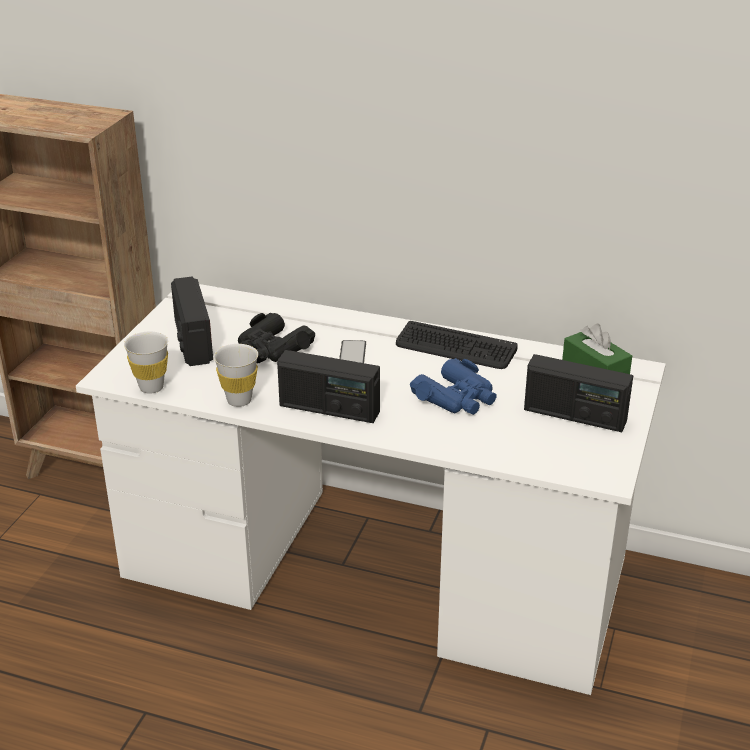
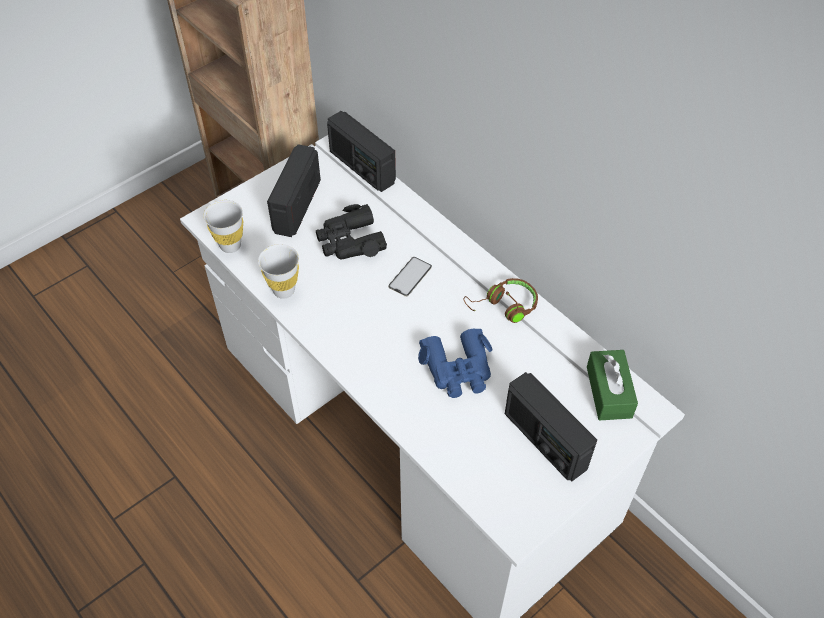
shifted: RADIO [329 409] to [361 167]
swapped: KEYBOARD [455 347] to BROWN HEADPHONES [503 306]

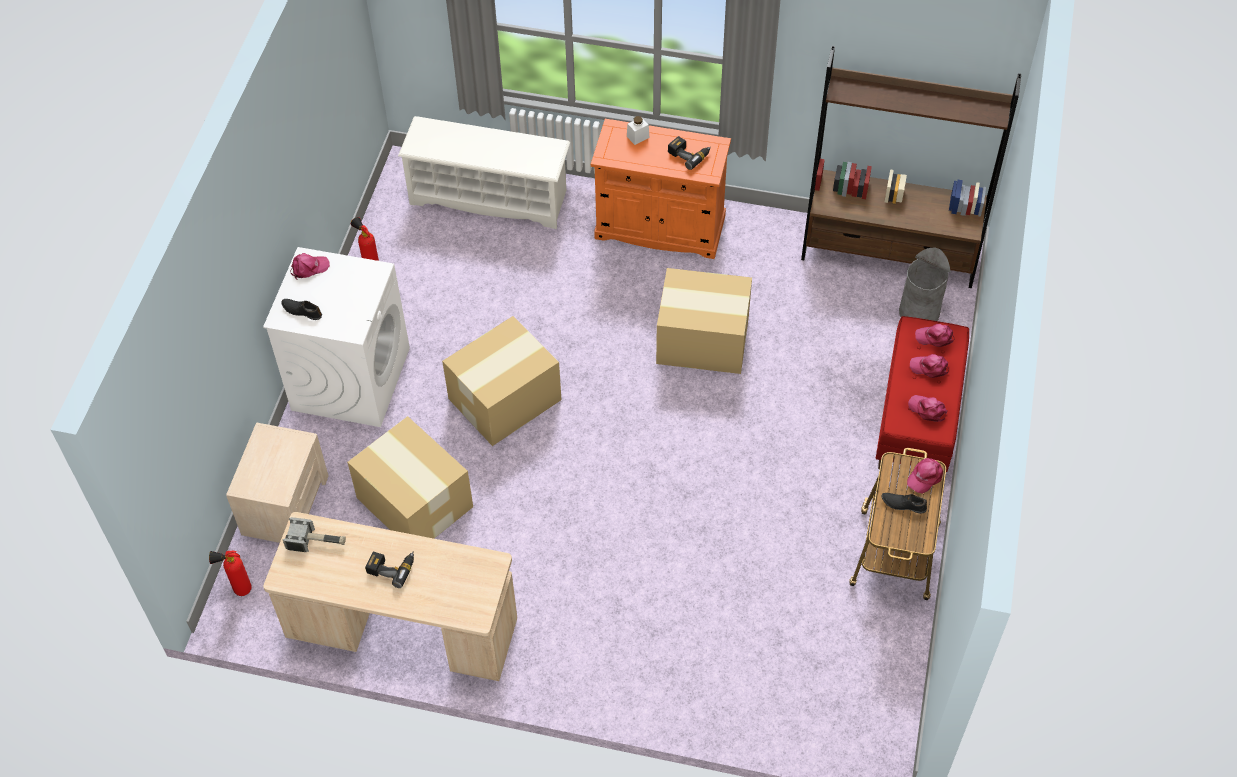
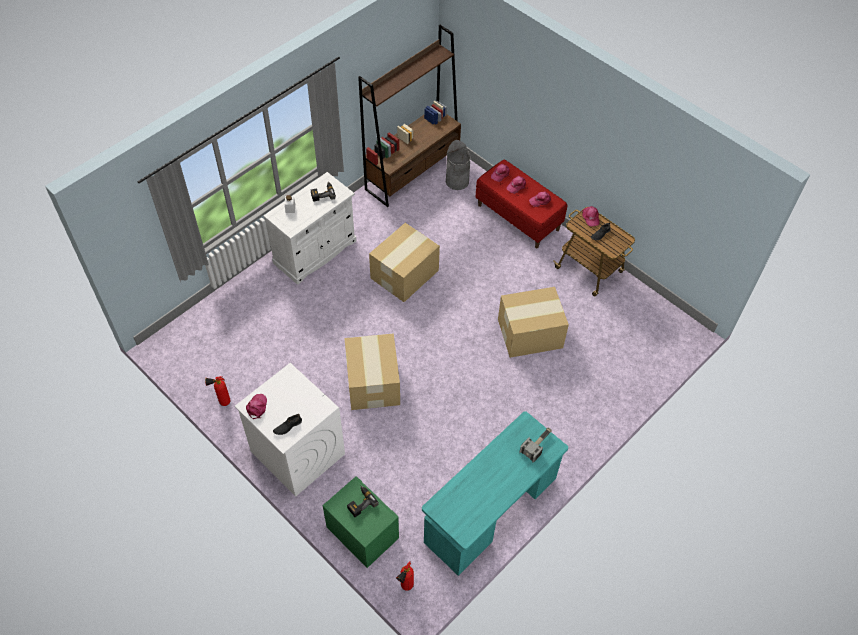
gone: WHITE SHOE RACK [489 197]
shifted: POWER DRILL [392 567] to [360 502]; CARDBOARD BOX [415 503] to [531 334]; HAMMER [317 541] to [537 444]
repainted: ORANGE CABINET [660 227] to WHITE CABINET [315 252]; BEIGE NIGHTSTAND [285 504] to GREEN NIGHTSTAND [362 532]; BEIGE DESK [402 629] to TURQUOISE DESK [491 511]

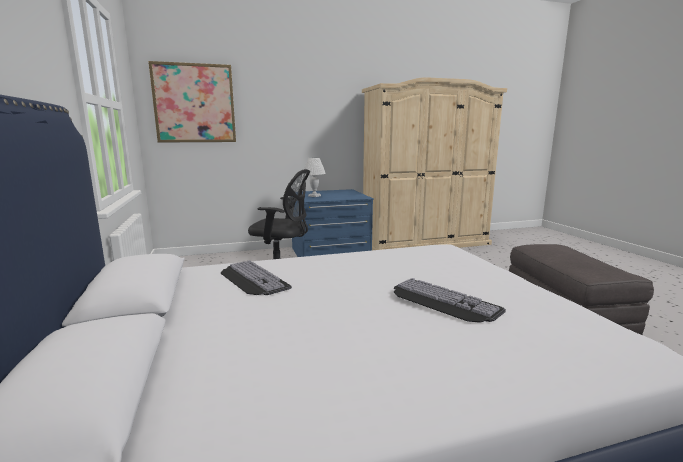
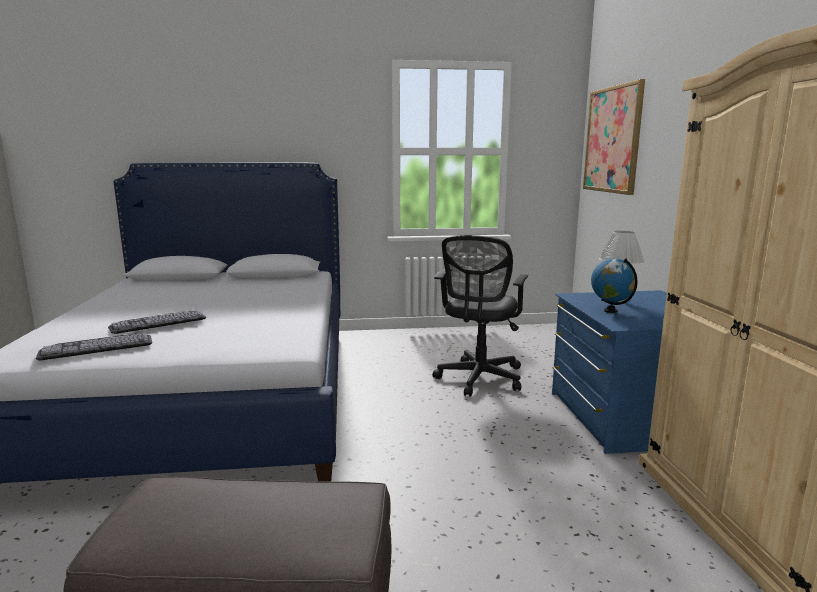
new: GLOBE [611 311]
shifted: KEYBOARD [251 279] to [98 345]

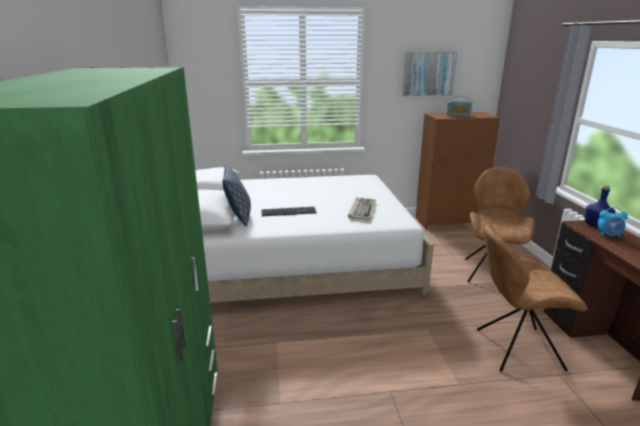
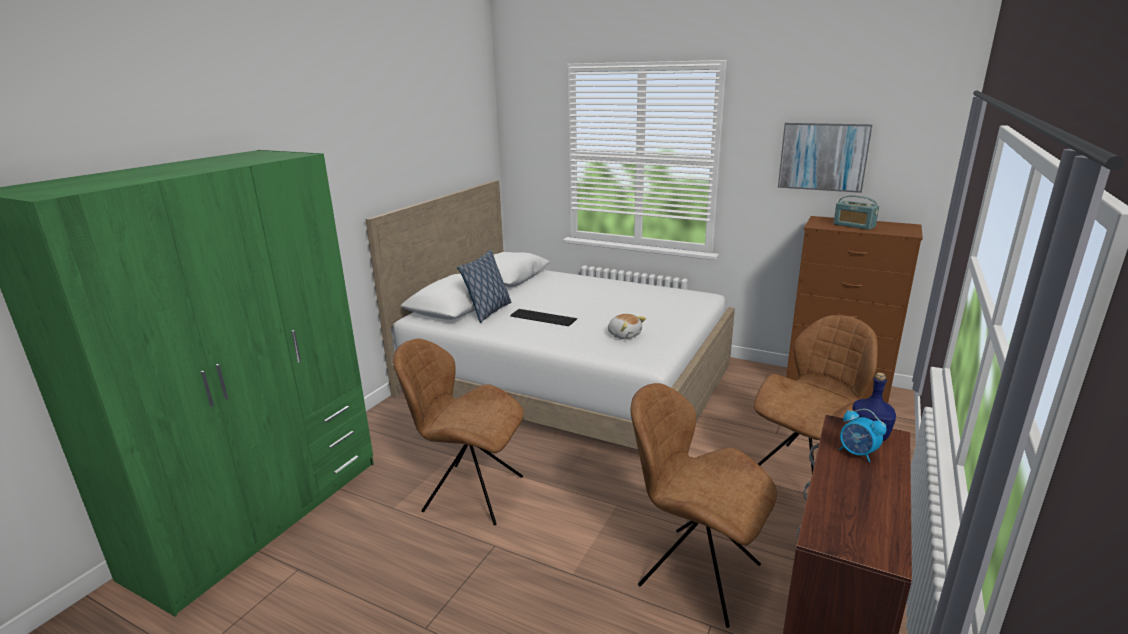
new: BROWN CHAIR [470 493]
swapped: KEYBOARD [362 210] to PLUSH TOY [624 335]

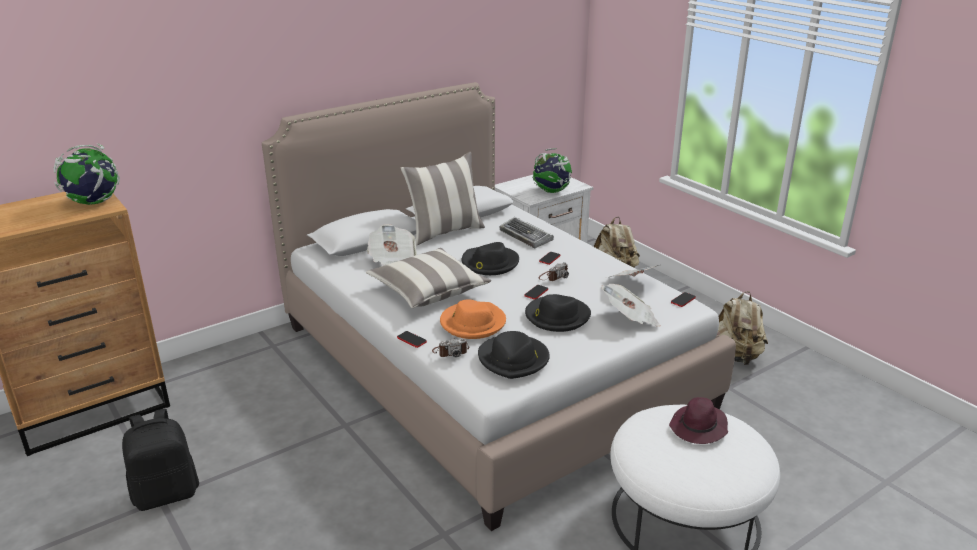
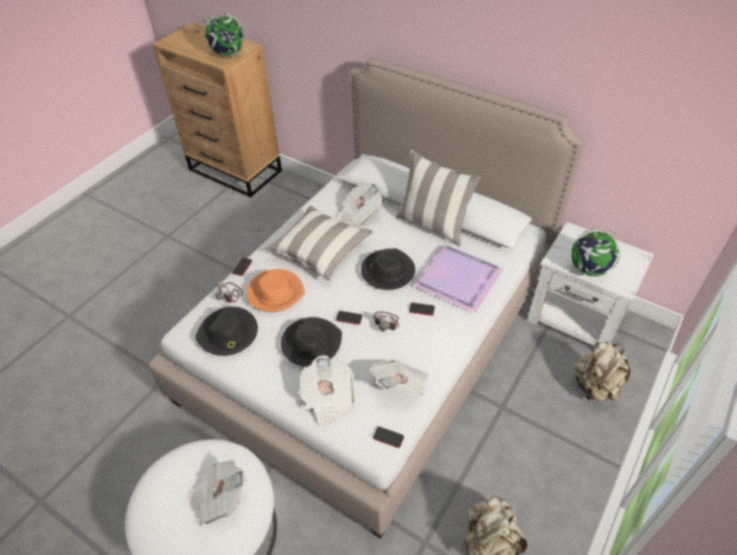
gone: BLACK BACKPACK [166 493]
swapped: PURPLE HAT [698 428] to NEWSPAPER [219 499]; KEYBOARD [526 237] to PURPLE TRAY [459 280]

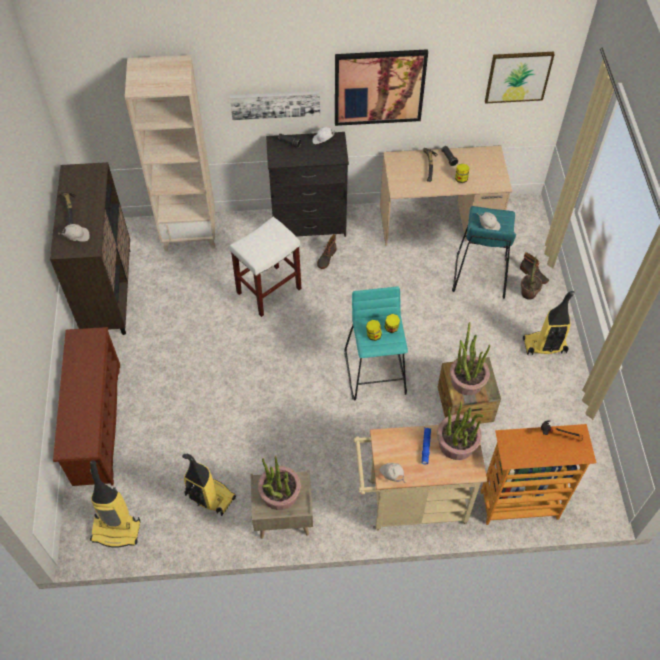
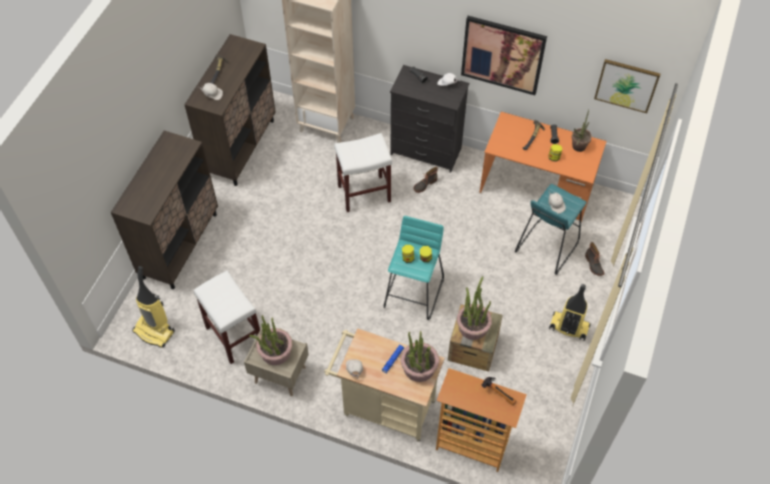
gone: PICTURE [275 104]
shifted: POTTED PLANT [528 296] to [577 148]
swapped: BROWN SHOE RACK [96 423] to BROWN CABINET [180 245]; VACUUM CLEANER [209 497] to WHITE STOOL [233 335]
repainted: BEIGE DESK [438 222] to ORANGE DESK [536 189]

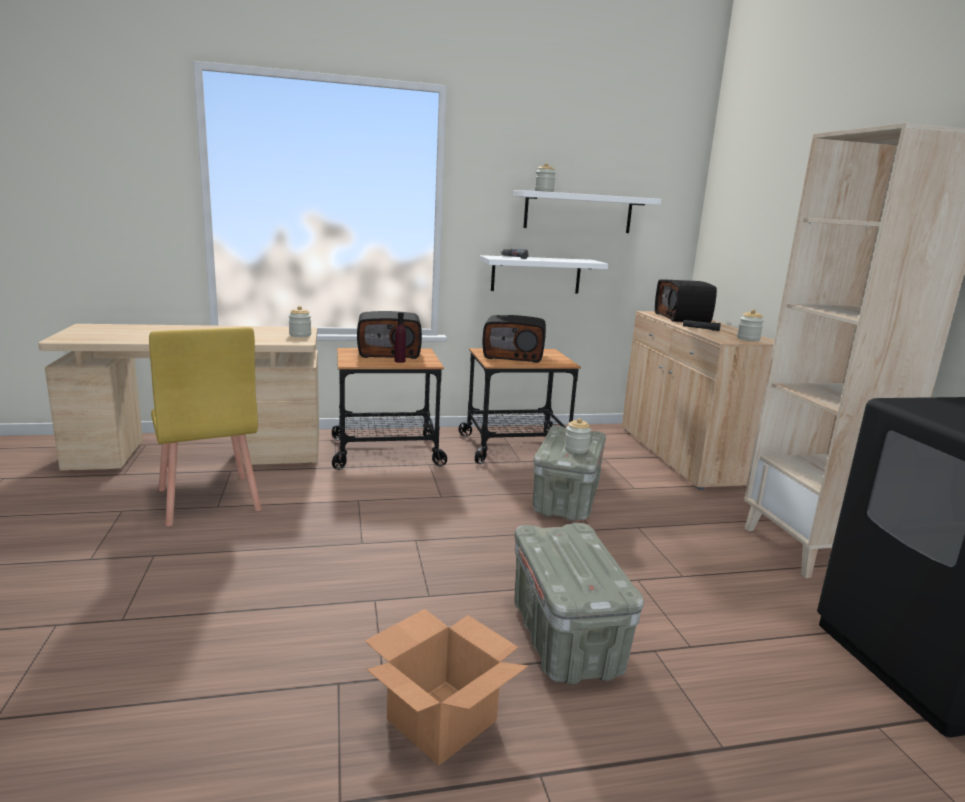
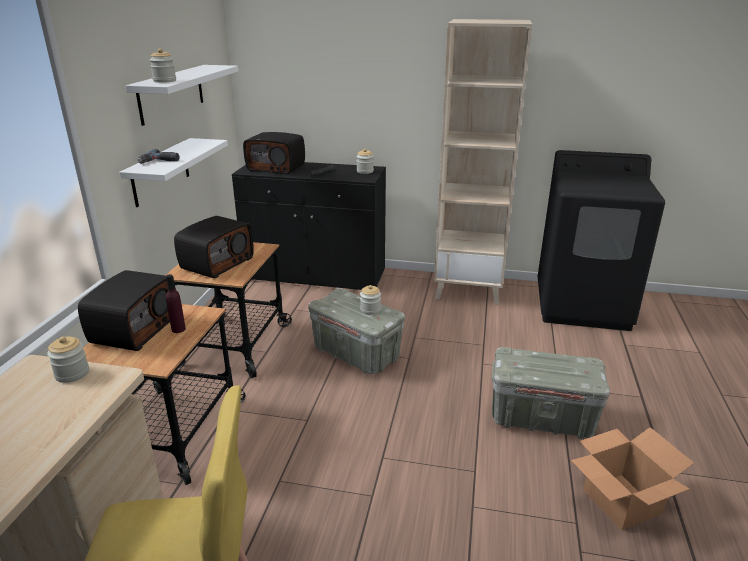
repainted: BEIGE CABINET [682 455] to BLACK CABINET [315 275]

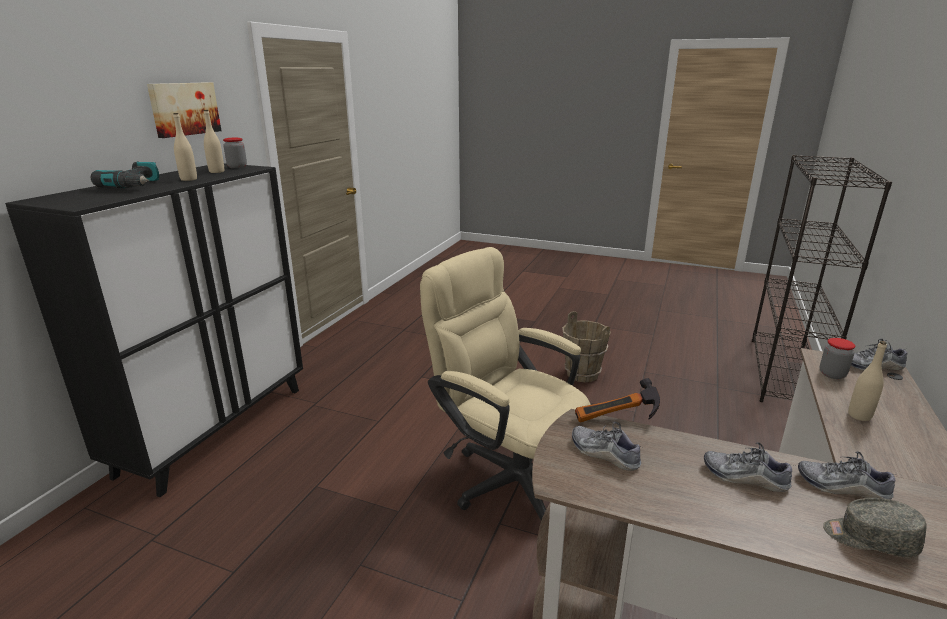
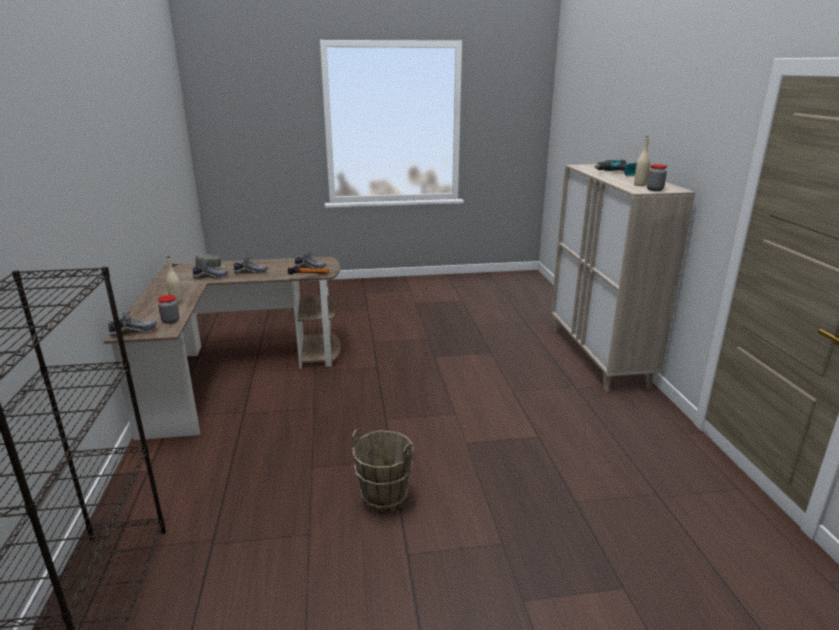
gone: PICTURE [184 109]; BEIGE BOTTLE [188 179]; BEIGE OFFICE CHAIR [507 476]
repainted: BLACK CABINET [215 429] to BEIGE CABINET [598 356]

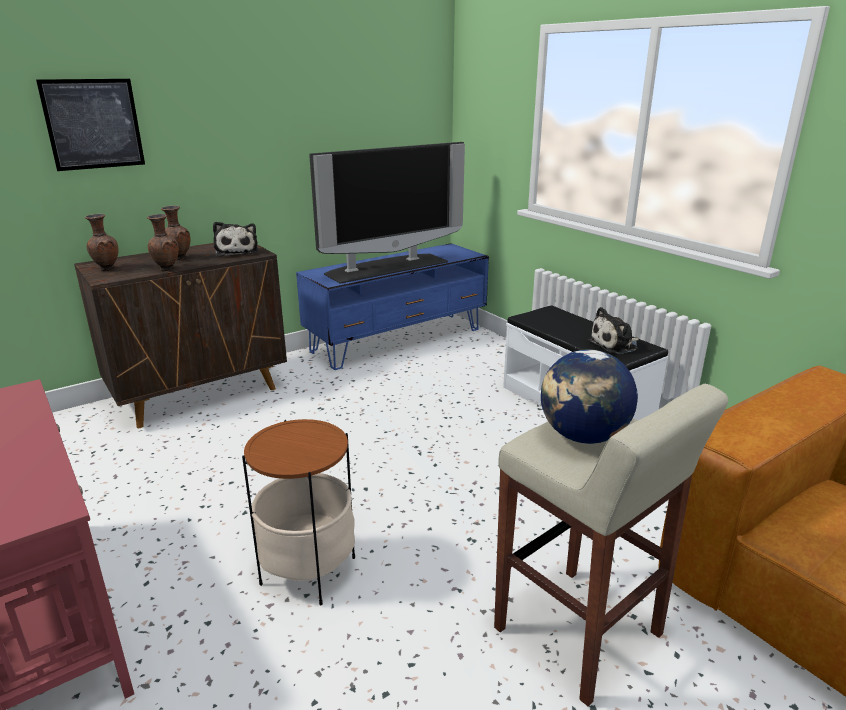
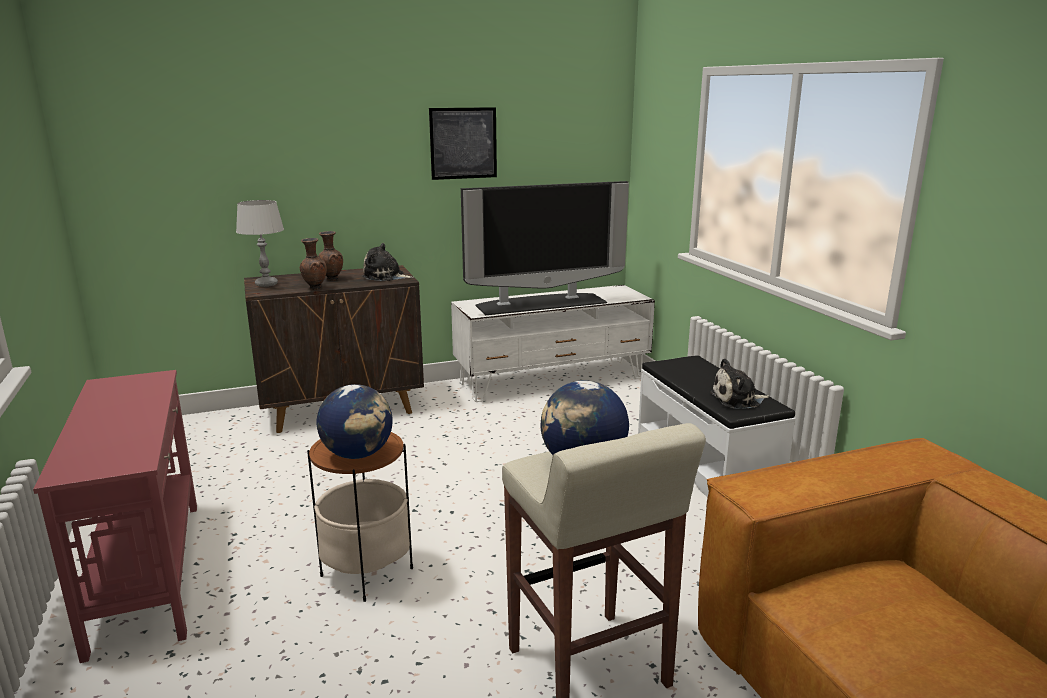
new: GLOBE [358 454]
shifted: PICTURE [93 124] to [463 143]
swapped: BROWN VASE [106 269] to GREY TABLE LAMP [266 284]
repainted: BLUE TV STAND [398 340] to WHITE TV STAND [552 380]
rotated: PLUSH TOY [237 251] = [385 277] 105 degrees clockwise

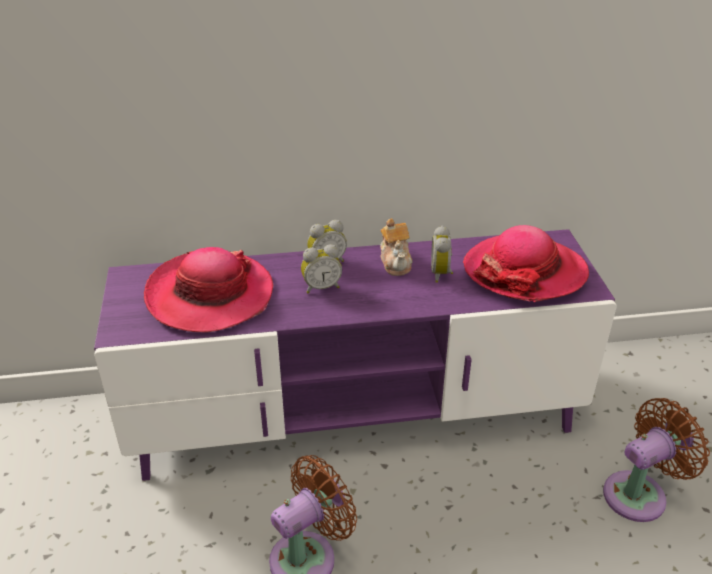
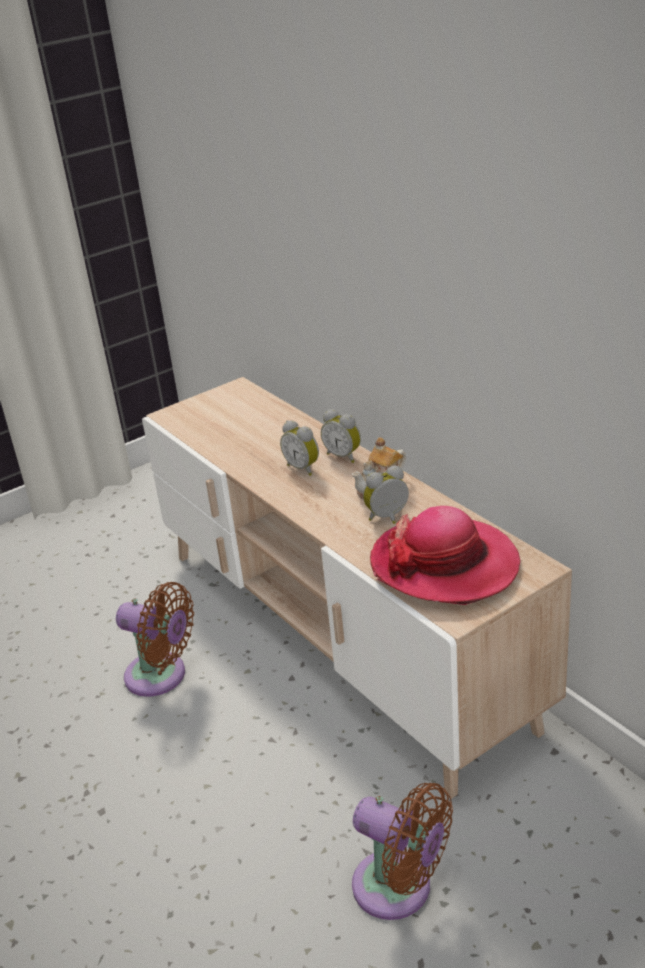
gone: HAT [210 295]
repainted: PURPLE TV STAND [355 416] to BEIGE TV STAND [339 634]

